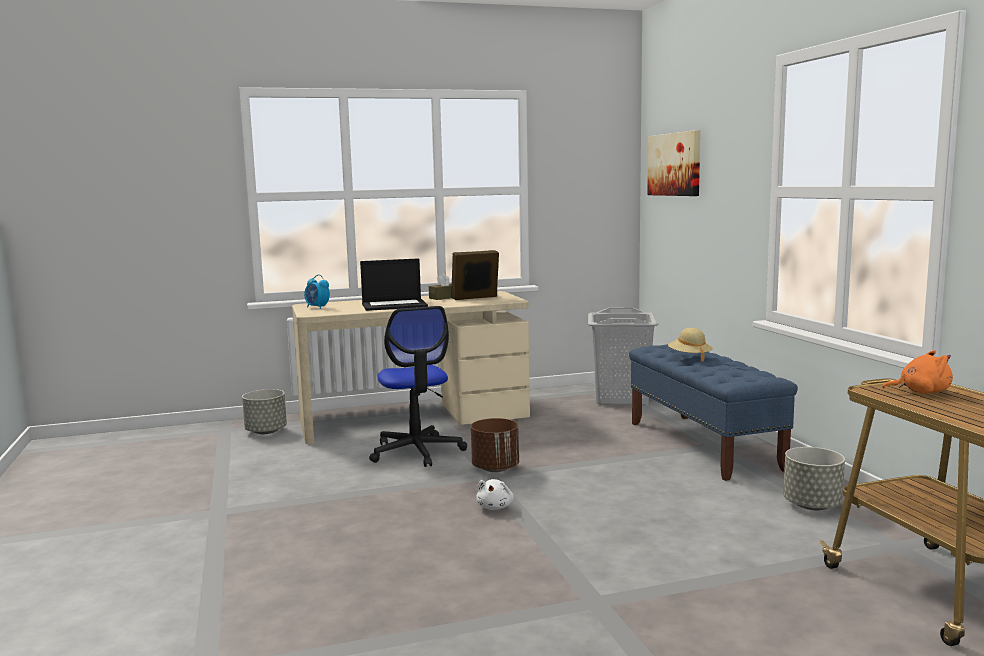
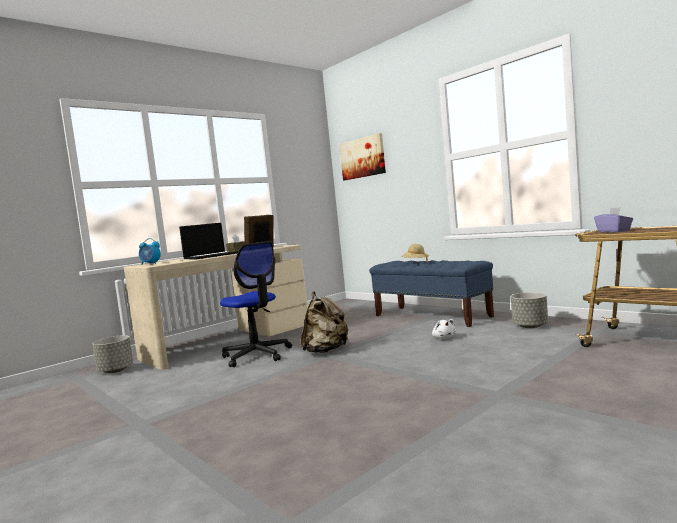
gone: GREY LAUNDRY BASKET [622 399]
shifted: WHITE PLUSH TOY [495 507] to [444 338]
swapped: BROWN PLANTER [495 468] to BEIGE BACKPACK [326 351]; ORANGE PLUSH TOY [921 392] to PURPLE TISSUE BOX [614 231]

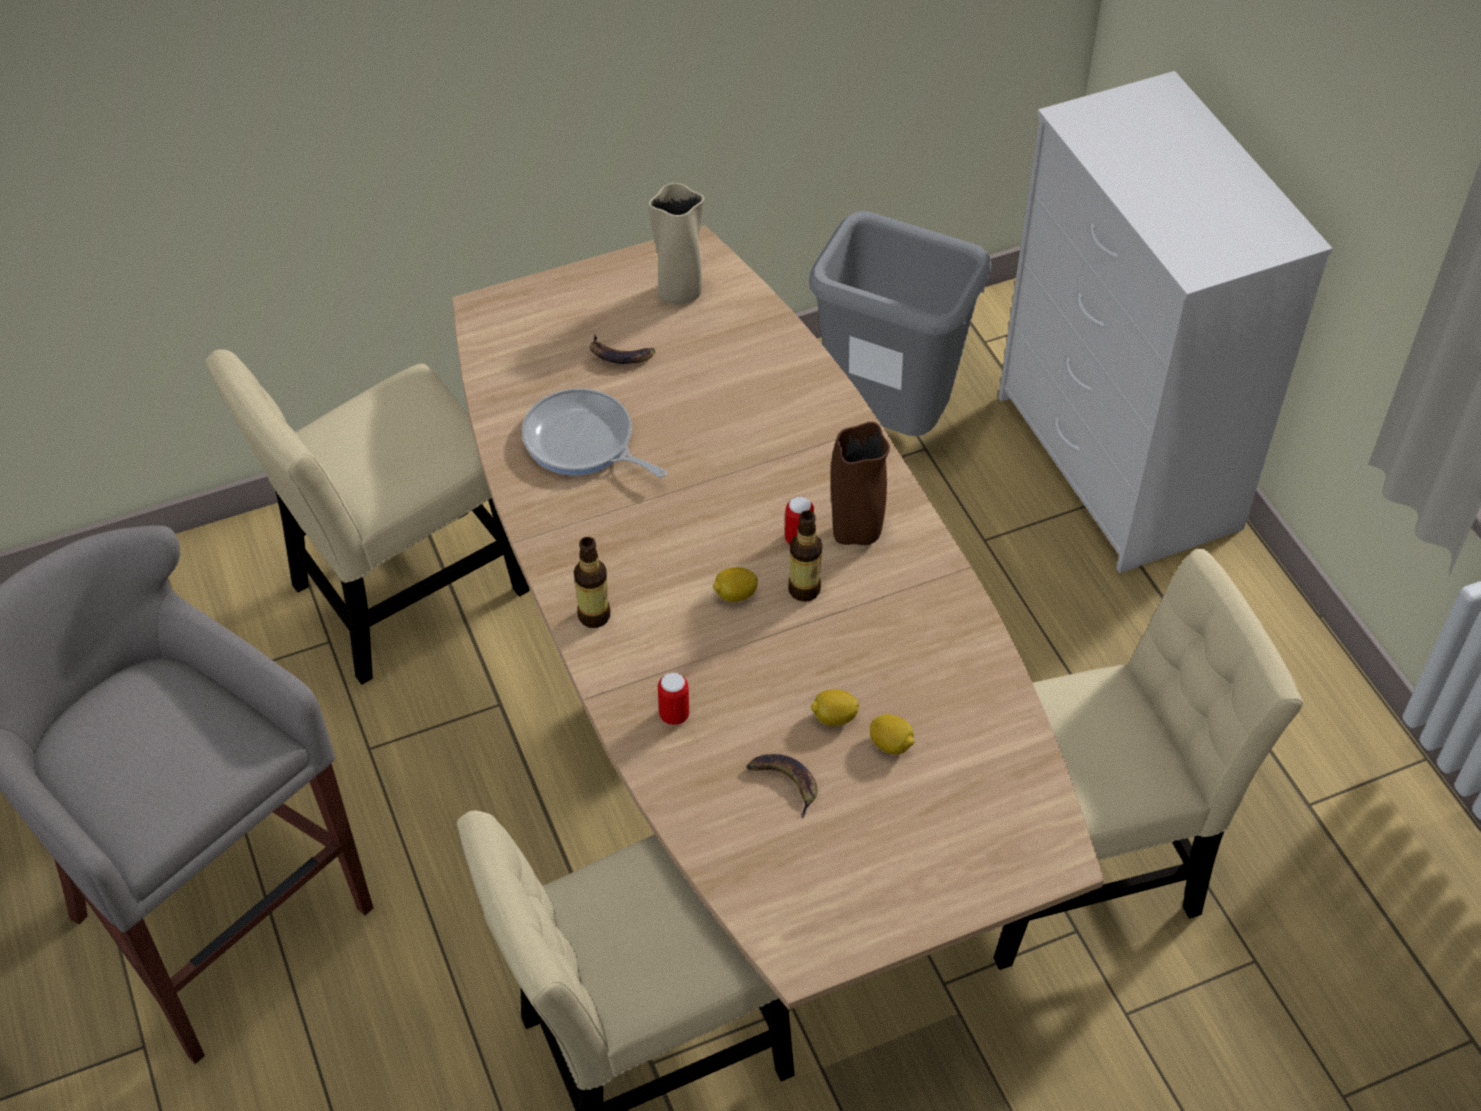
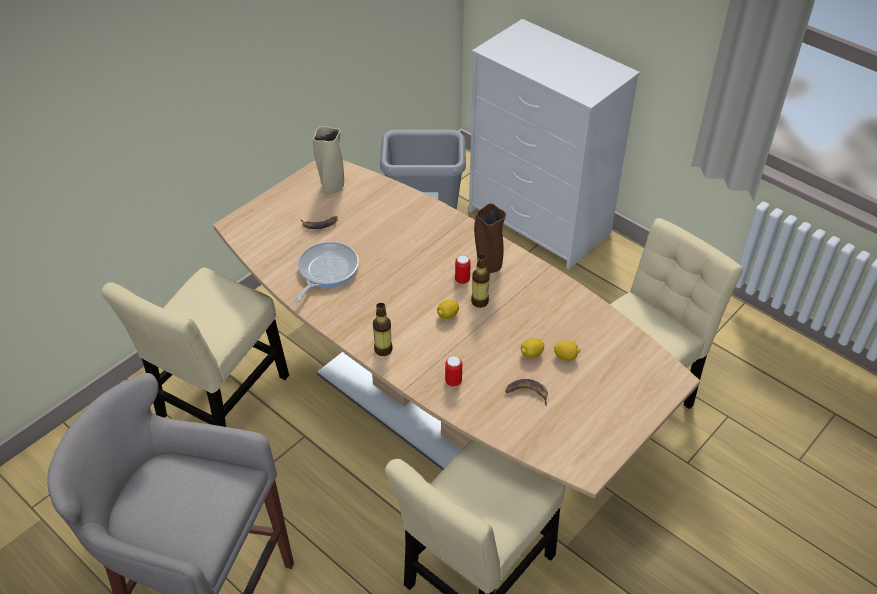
rotated: FRYING PAN [583 442] = [326 271] 105 degrees clockwise

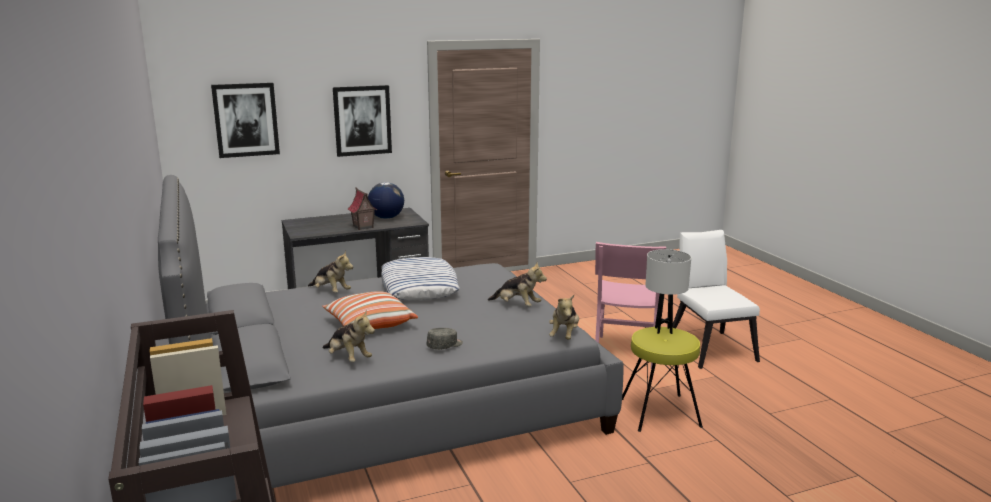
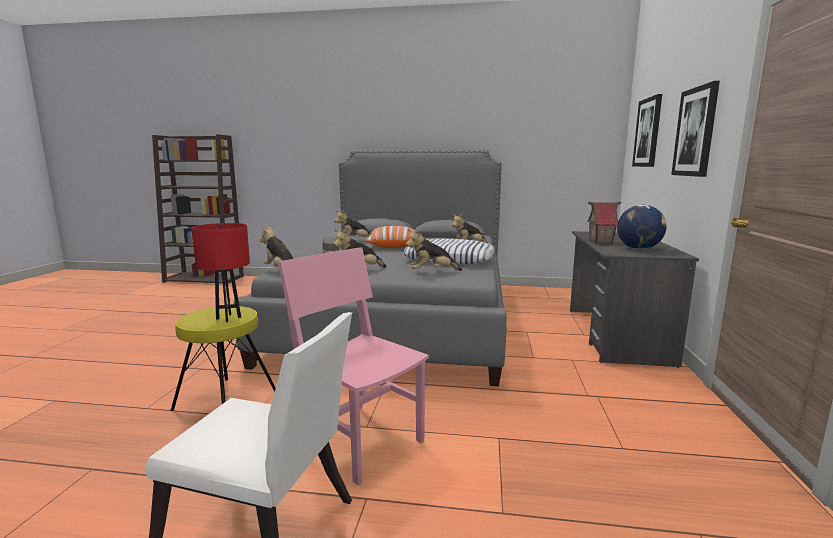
new: PLUSH TOY [432 272]
repainted: WHITE TABLE LAMP [663 330] to RED TABLE LAMP [228 318]

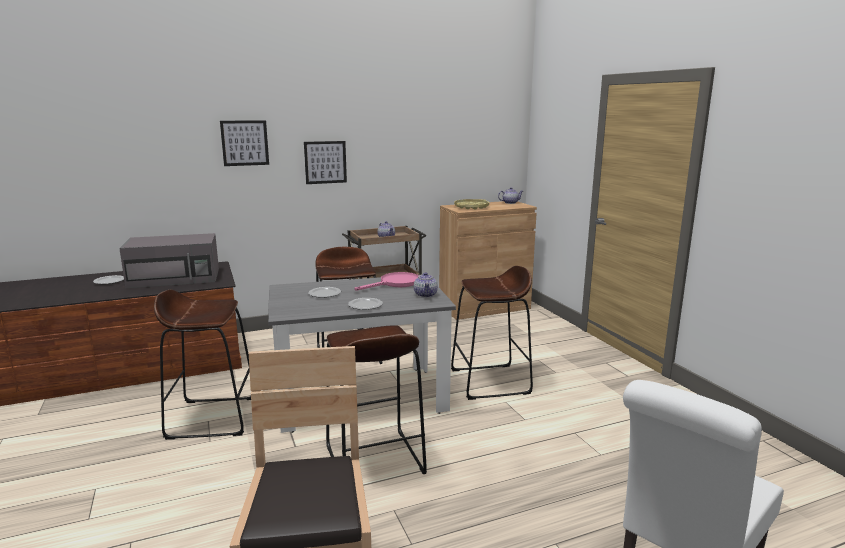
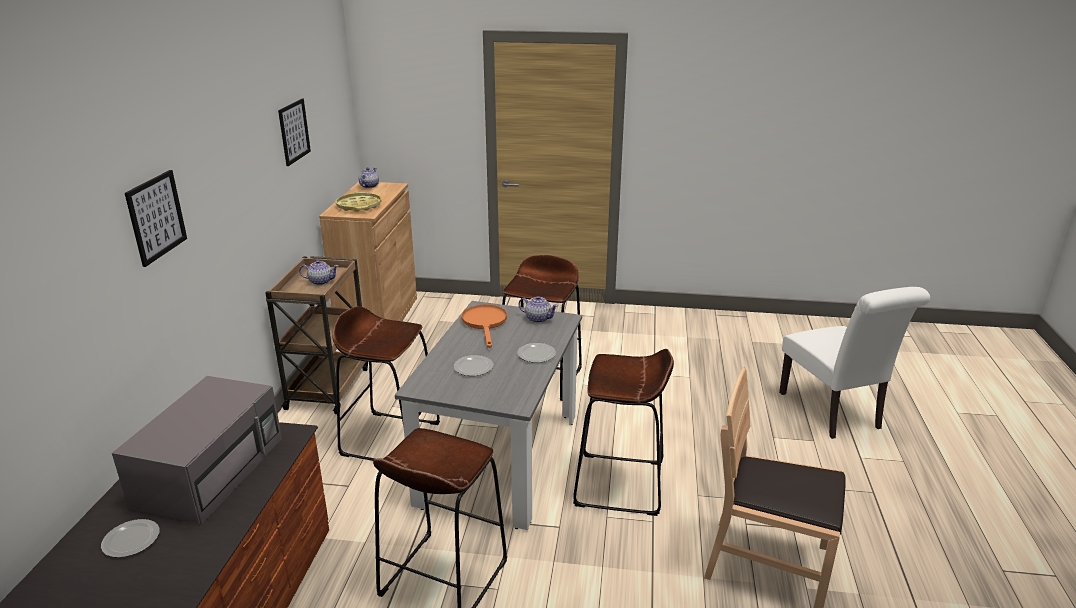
shifted: PICTURE [325 162] to [294 131]
repainted: PINK FRYING PAN [395 283] to ORANGE FRYING PAN [485 323]

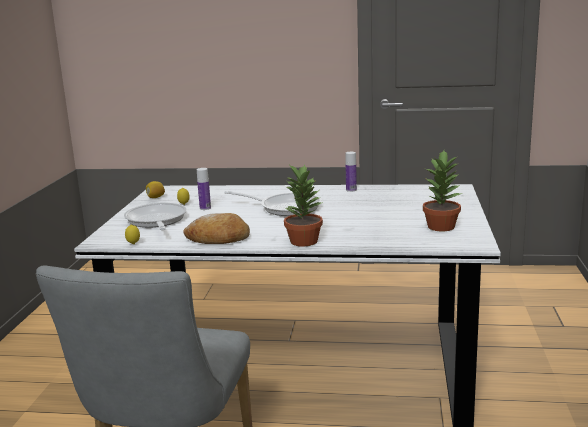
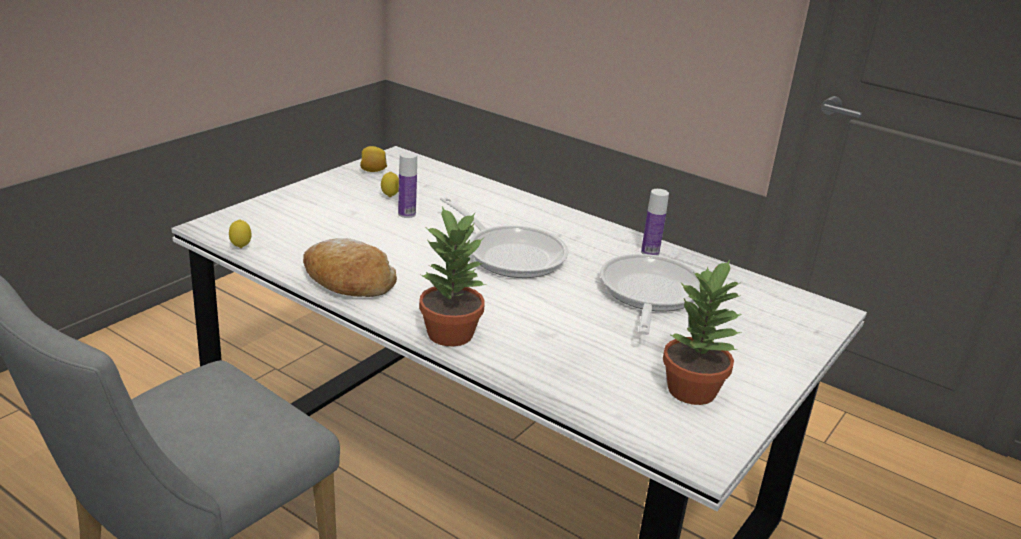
shifted: FRYING PAN [156 221] to [648 295]

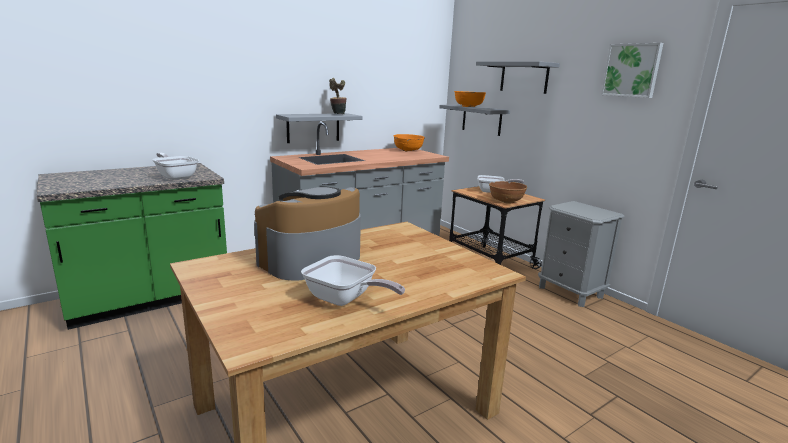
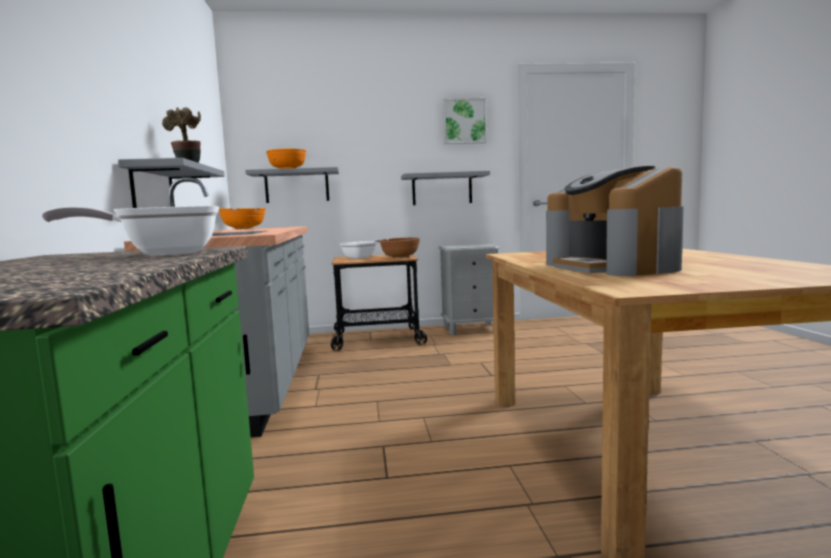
gone: FRYING PAN [345 300]
shifted: GREY SHELF [524 77] to [442 189]

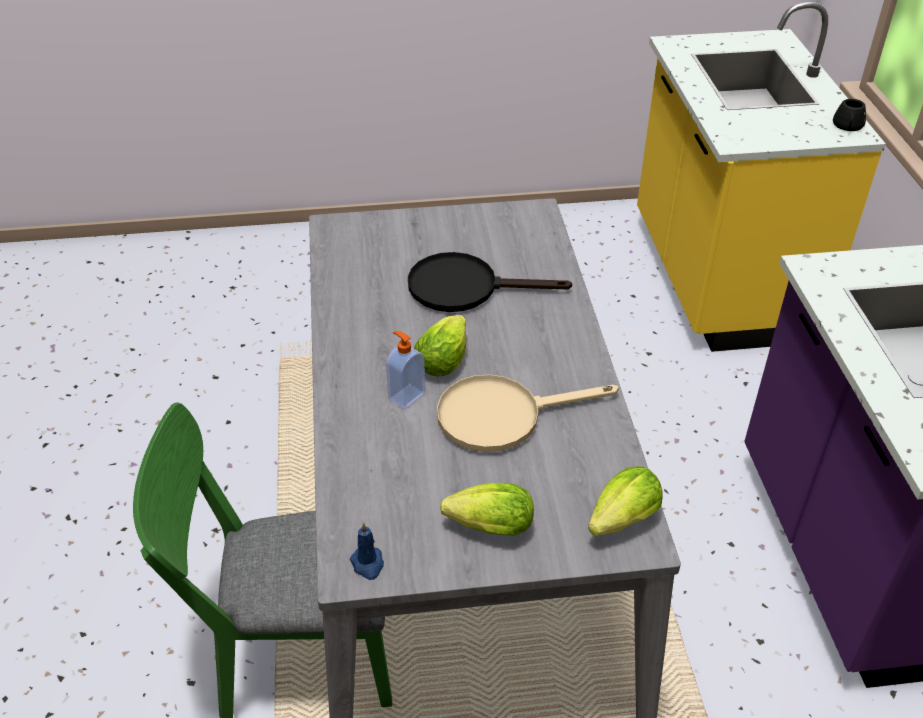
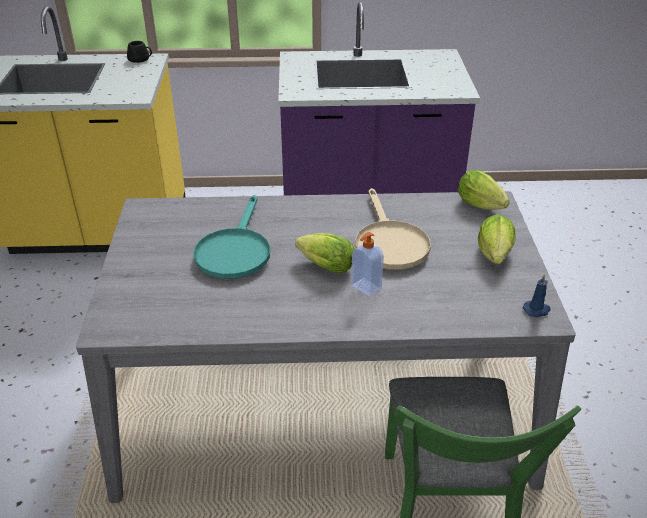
repainted: BLACK FRYING PAN [465 287] to TURQUOISE FRYING PAN [235 251]

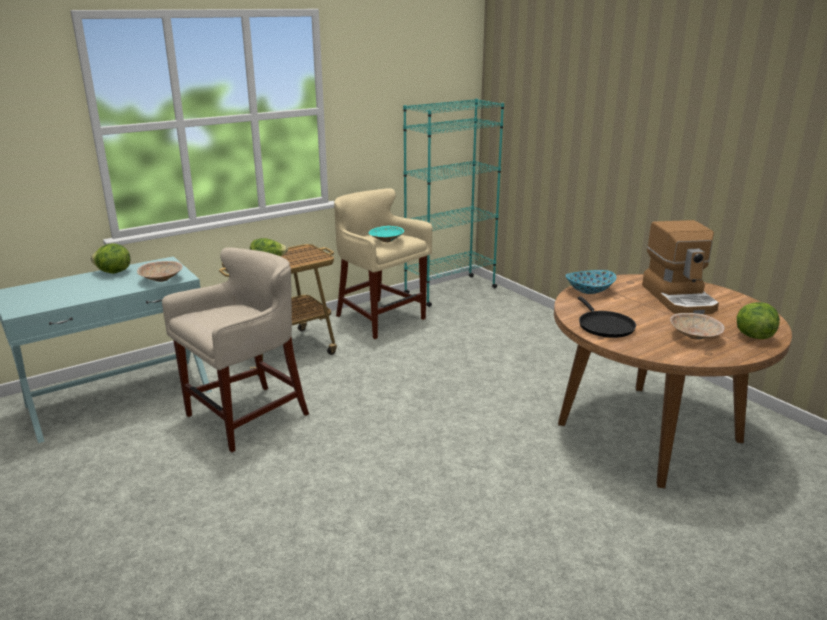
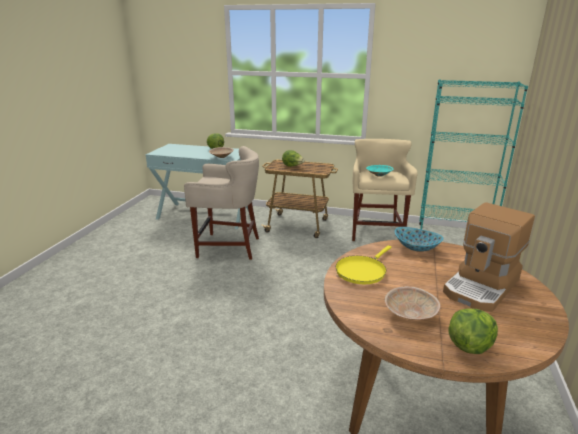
repainted: BLACK FRYING PAN [604 326] to YELLOW FRYING PAN [362 271]

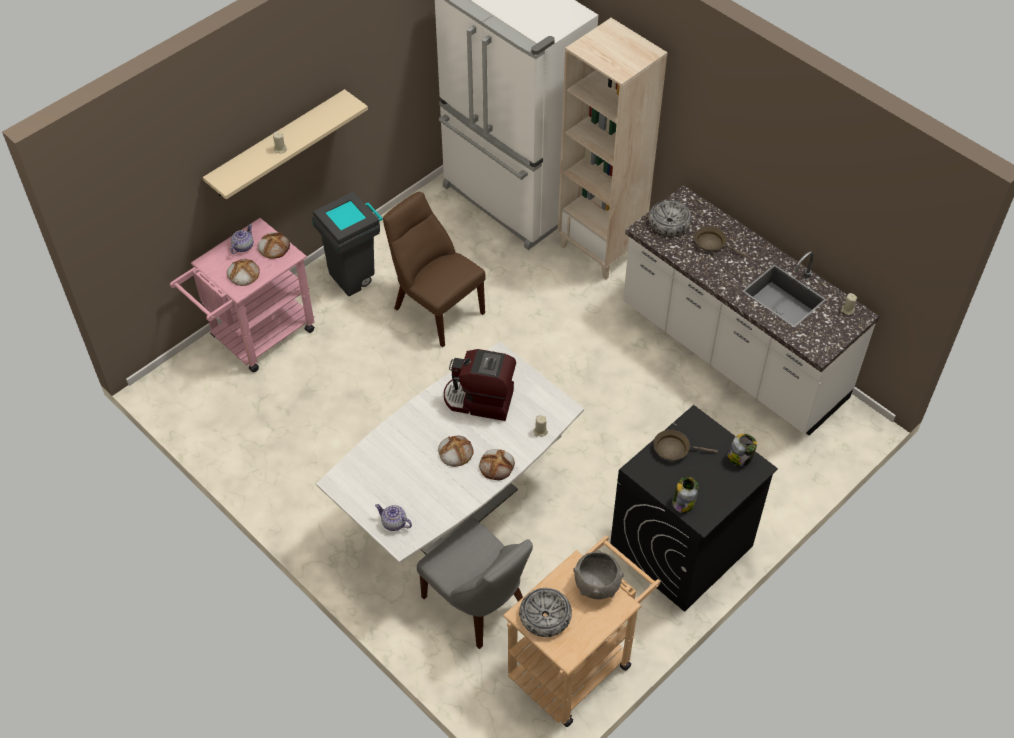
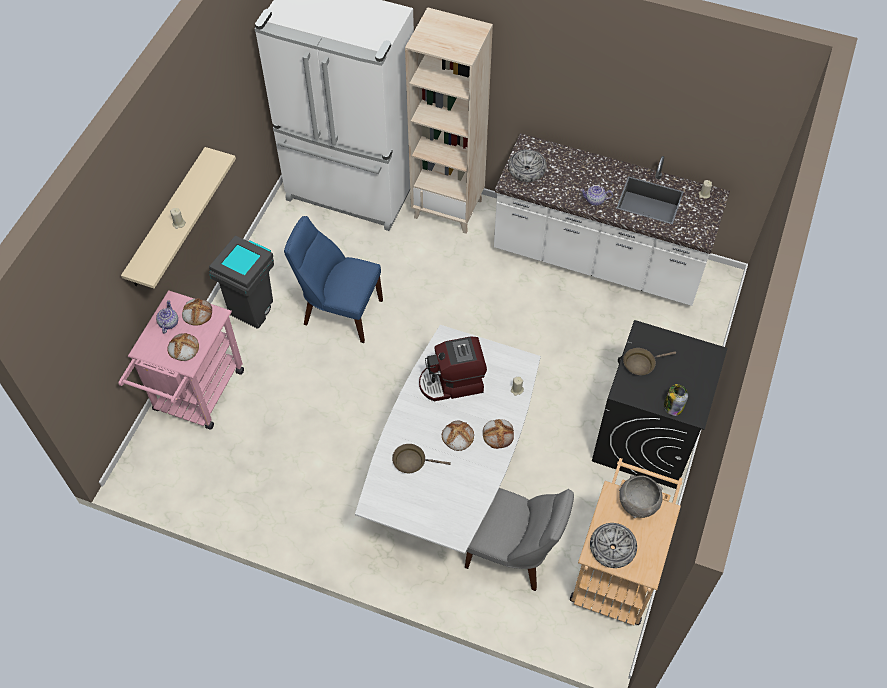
gone: JAR [740 457]
shifted: BROWN FRYING PAN [712 244] to [412 461]; TEAPOT [394 523] to [595 200]
repainted: BROWN CHAIR [436 309] to BLUE CHAIR [339 311]

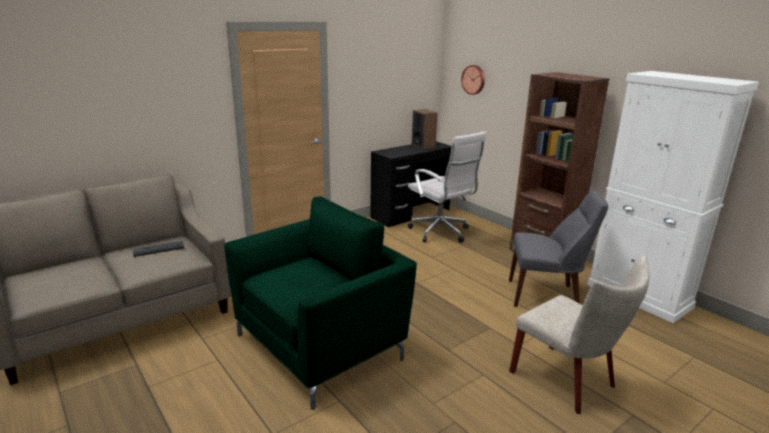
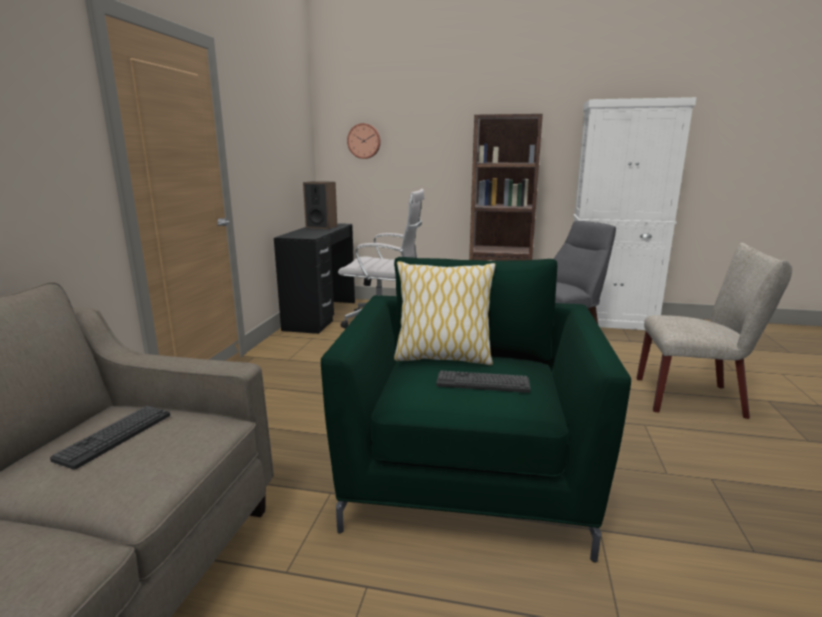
new: PILLOW [442 358]; KEYBOARD [482 383]

